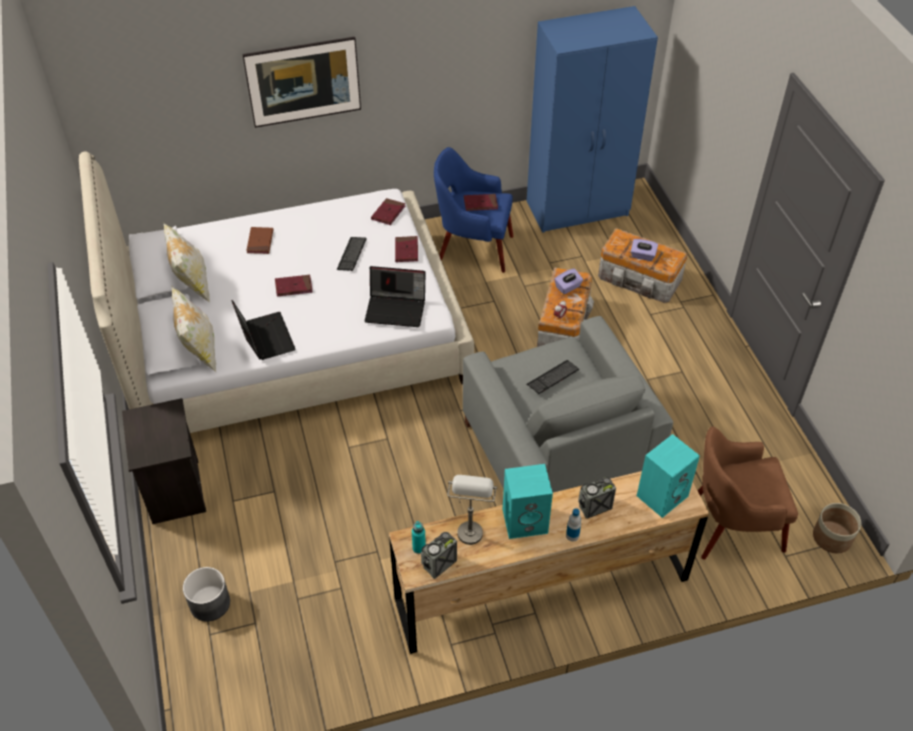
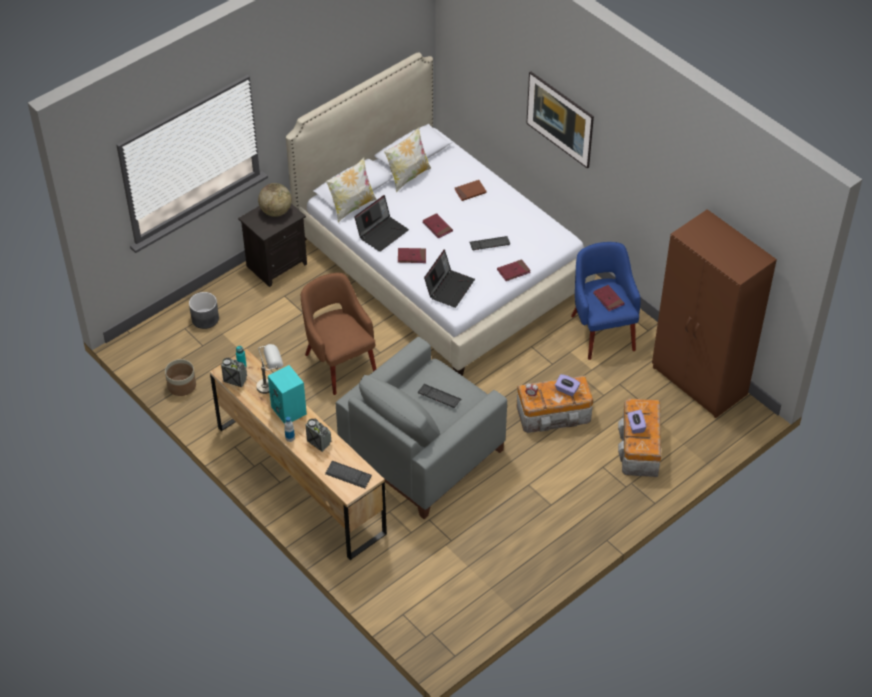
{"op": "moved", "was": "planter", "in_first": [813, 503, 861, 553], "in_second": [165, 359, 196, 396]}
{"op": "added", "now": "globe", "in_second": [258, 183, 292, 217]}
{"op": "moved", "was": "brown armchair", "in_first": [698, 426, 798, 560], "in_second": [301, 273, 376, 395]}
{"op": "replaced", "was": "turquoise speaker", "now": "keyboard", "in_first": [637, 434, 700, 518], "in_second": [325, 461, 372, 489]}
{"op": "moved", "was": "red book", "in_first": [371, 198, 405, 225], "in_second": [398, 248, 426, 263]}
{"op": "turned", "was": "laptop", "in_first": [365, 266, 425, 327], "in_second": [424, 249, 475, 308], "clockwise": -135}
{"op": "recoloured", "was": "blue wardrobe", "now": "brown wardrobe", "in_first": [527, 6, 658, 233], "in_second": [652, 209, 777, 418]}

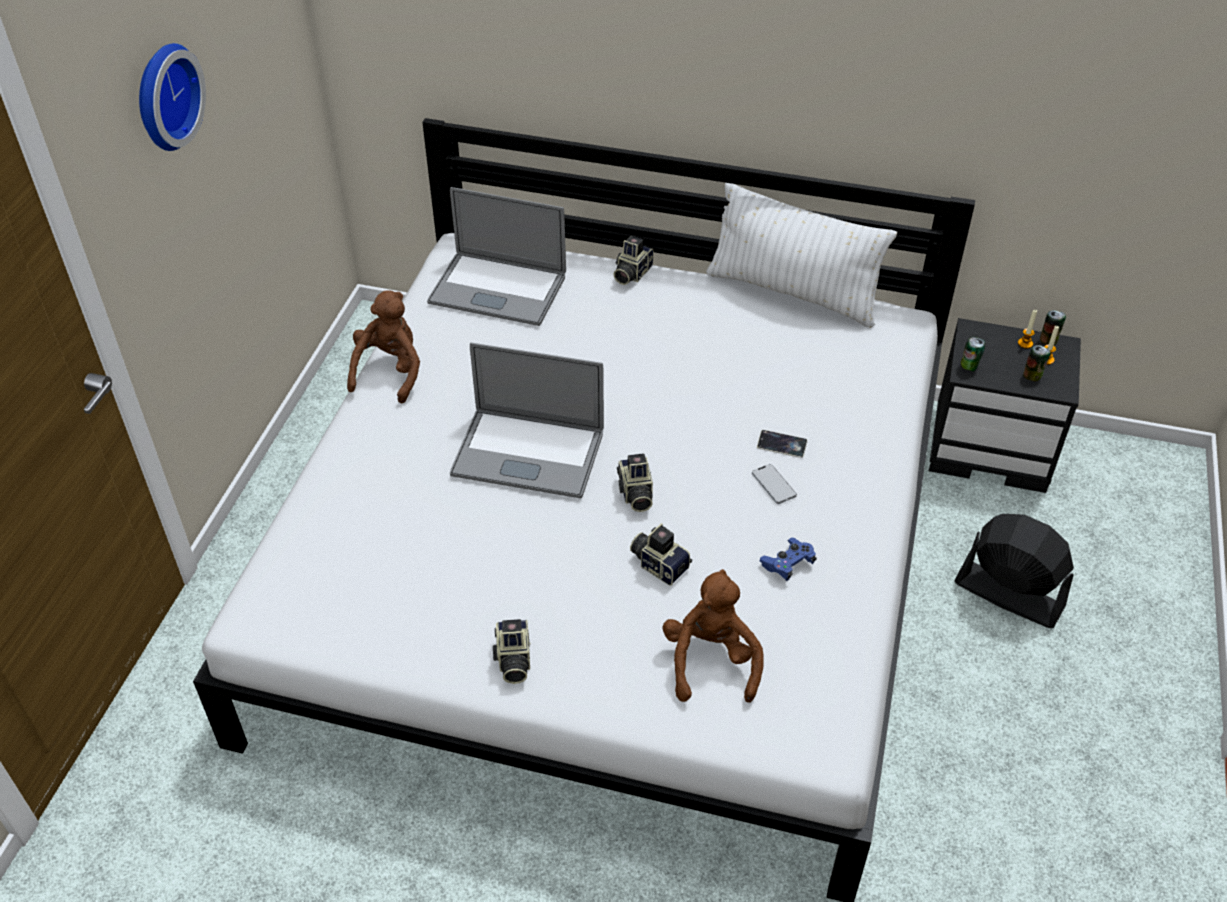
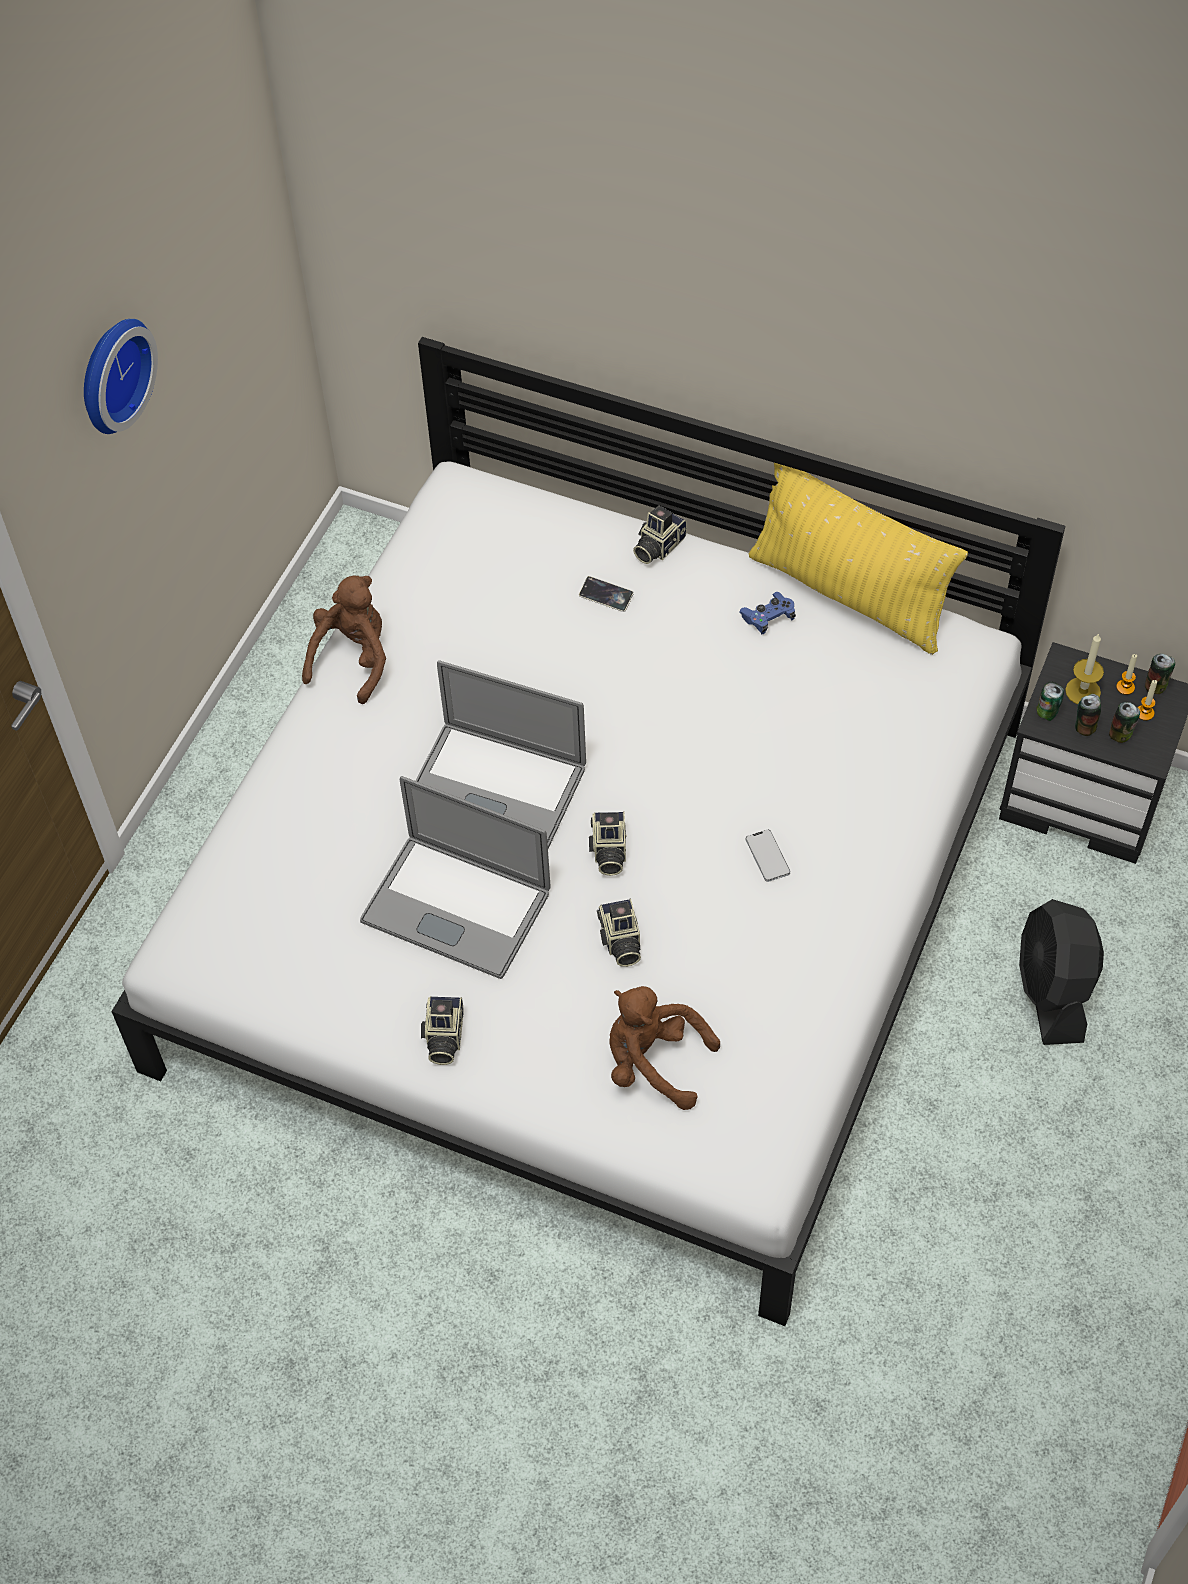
{"op": "moved", "was": "laptop", "in_first": [427, 187, 566, 326], "in_second": [360, 776, 551, 979]}
{"op": "moved", "was": "phone", "in_first": [757, 430, 808, 458], "in_second": [579, 576, 634, 612]}
{"op": "turned", "was": "photo camera", "in_first": [630, 523, 692, 586], "in_second": [597, 899, 641, 967], "clockwise": -150}
{"op": "turned", "was": "brown plush toy", "in_first": [662, 569, 764, 703], "in_second": [609, 986, 720, 1110], "clockwise": -75}
{"op": "moved", "was": "blue game controller", "in_first": [760, 538, 817, 581], "in_second": [739, 592, 796, 634]}
{"op": "recoloured", "was": "white pillow", "now": "yellow pillow", "in_first": [706, 183, 897, 328], "in_second": [749, 463, 968, 655]}
{"op": "turned", "was": "black fan", "in_first": [954, 514, 1074, 628], "in_second": [1019, 899, 1104, 1045], "clockwise": -135}
{"op": "added", "now": "candle", "in_second": [1065, 633, 1104, 704]}
{"op": "added", "now": "can", "in_second": [1075, 694, 1101, 736]}

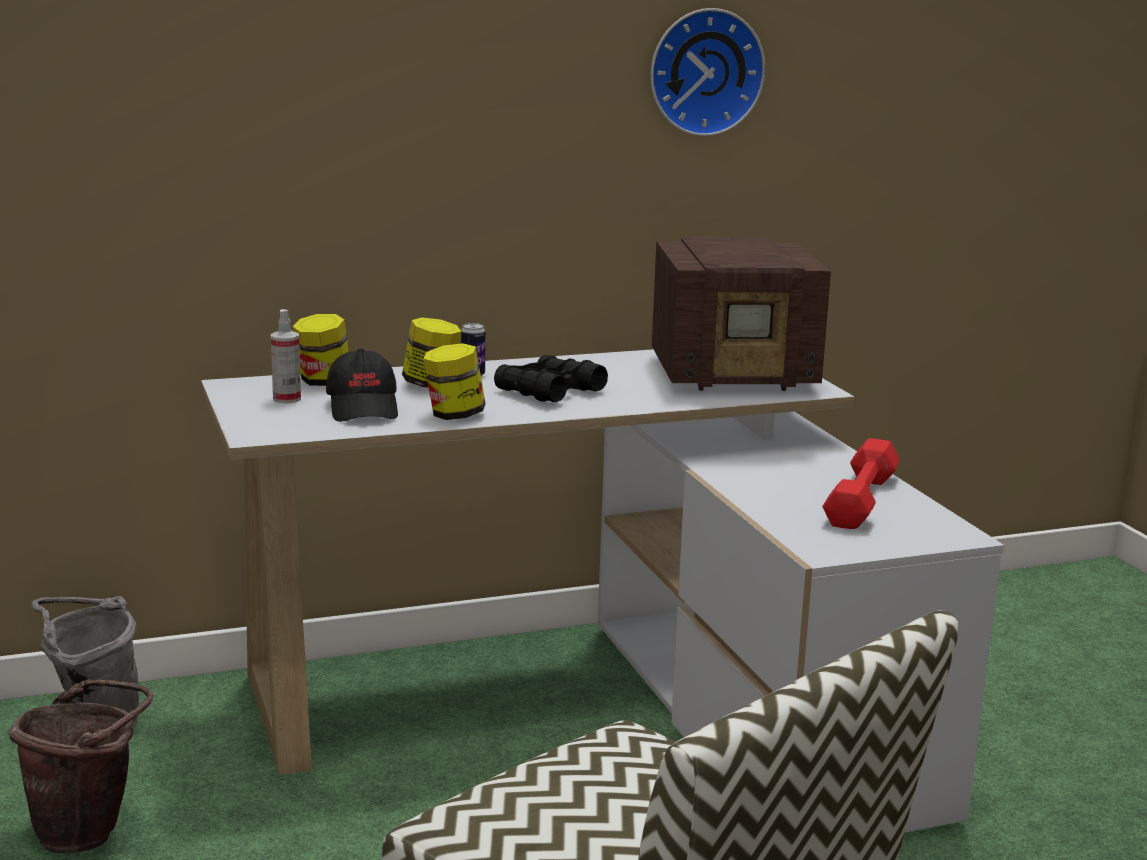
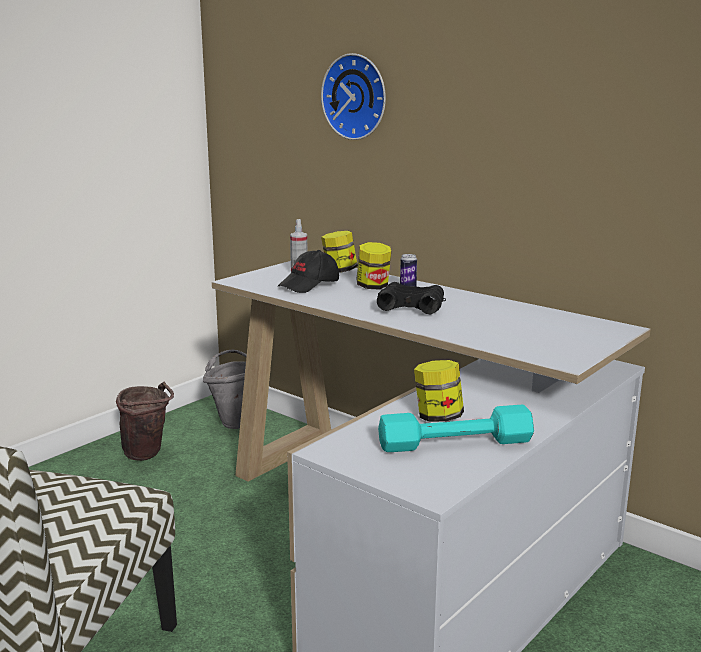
{"op": "moved", "was": "wall clock", "in_first": [650, 8, 766, 136], "in_second": [321, 53, 386, 140]}
{"op": "recoloured", "was": "red dumbbell", "now": "turquoise dumbbell", "in_first": [823, 438, 900, 529], "in_second": [378, 405, 534, 452]}
{"op": "moved", "was": "jar", "in_first": [423, 343, 486, 420], "in_second": [414, 360, 464, 422]}
{"op": "removed", "was": "radio", "in_first": [652, 236, 831, 391]}

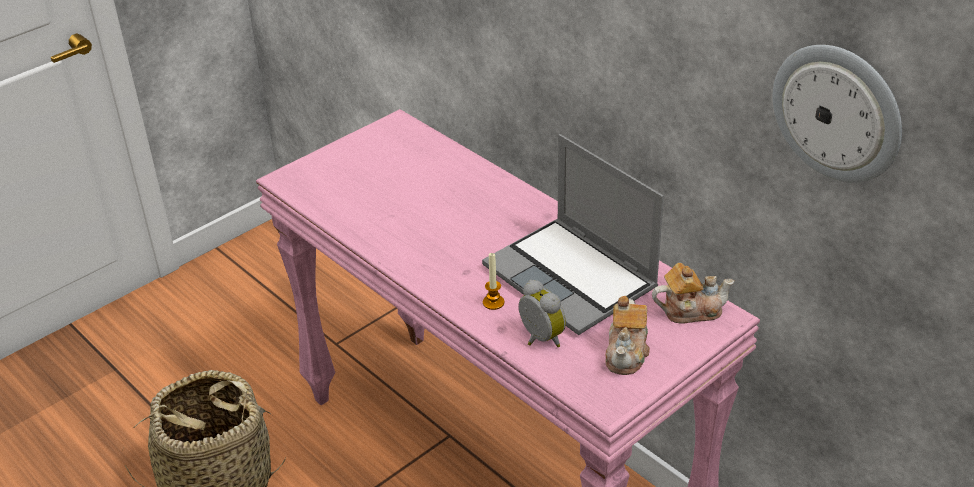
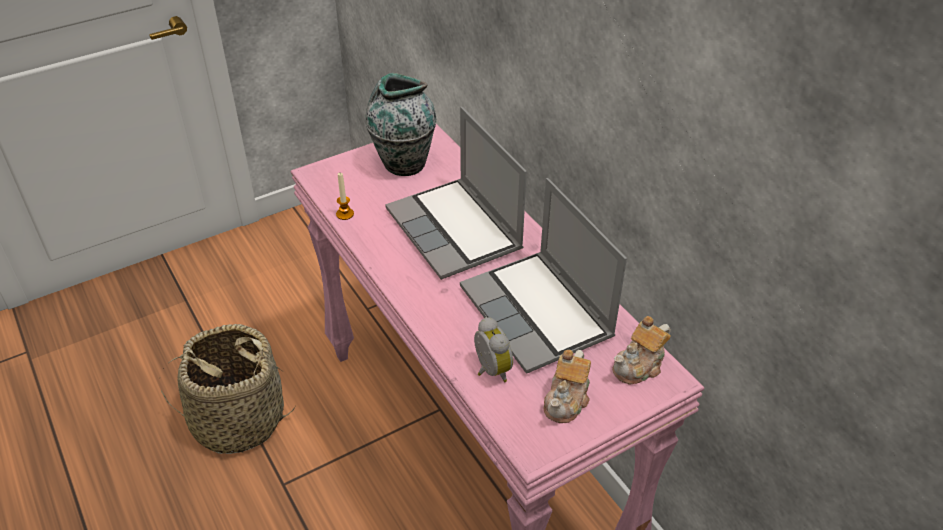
{"op": "moved", "was": "candle", "in_first": [483, 253, 504, 310], "in_second": [336, 173, 354, 220]}
{"op": "added", "now": "vase", "in_second": [366, 73, 437, 176]}
{"op": "added", "now": "laptop", "in_second": [385, 107, 527, 280]}
{"op": "turned", "was": "teapot", "in_first": [652, 263, 734, 324], "in_second": [612, 316, 671, 384], "clockwise": 135}
{"op": "removed", "was": "wall clock", "in_first": [773, 45, 902, 183]}

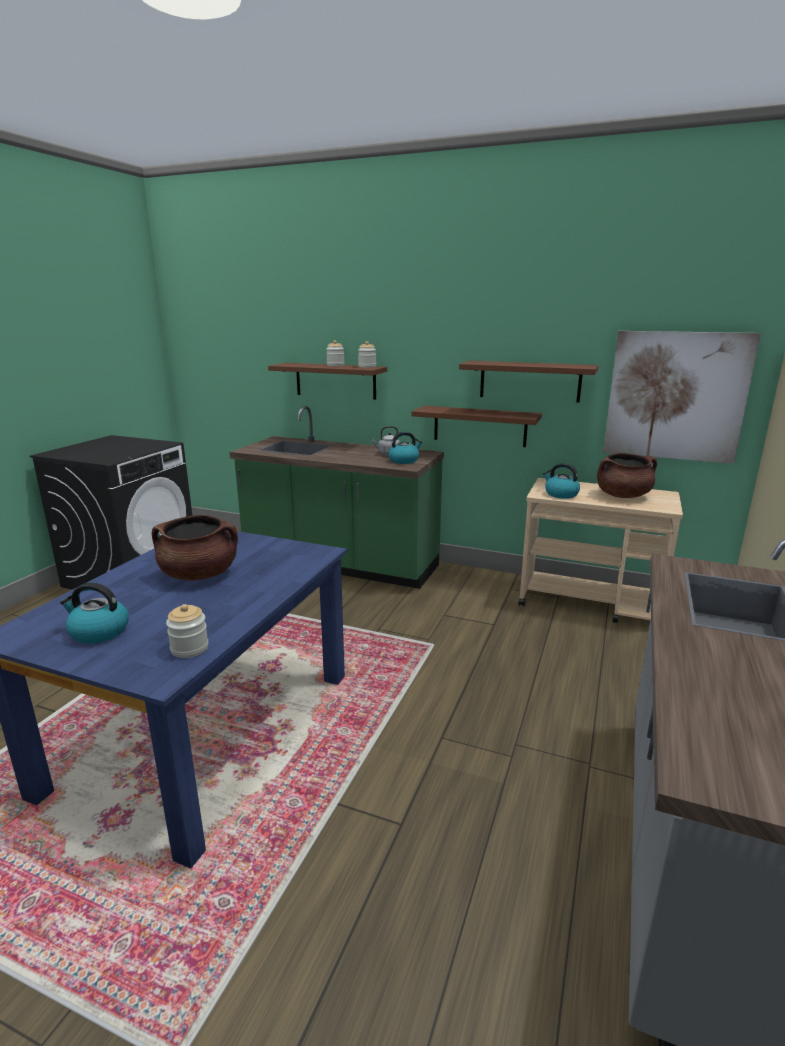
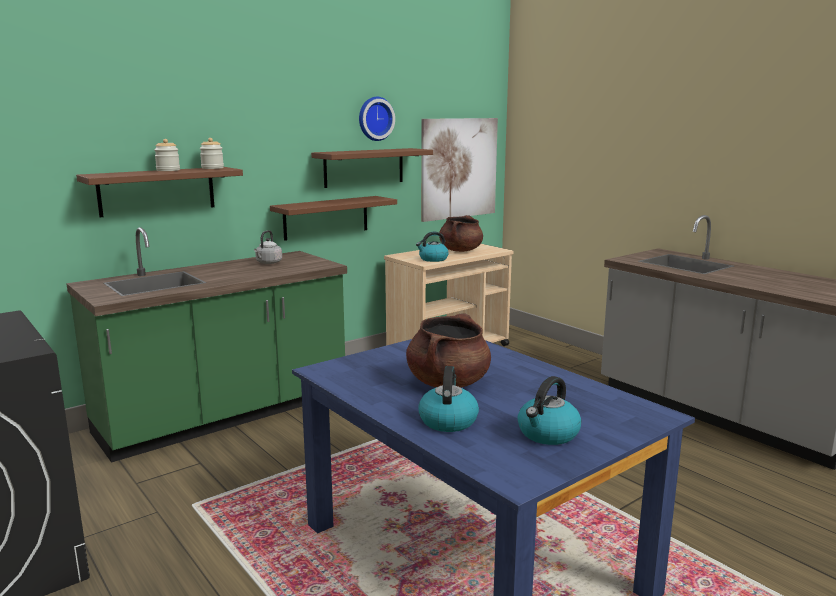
{"op": "added", "now": "wall clock", "in_second": [359, 97, 395, 141]}
{"op": "moved", "was": "kettle", "in_first": [388, 431, 422, 464], "in_second": [418, 366, 479, 432]}
{"op": "removed", "was": "jar", "in_first": [166, 604, 208, 658]}

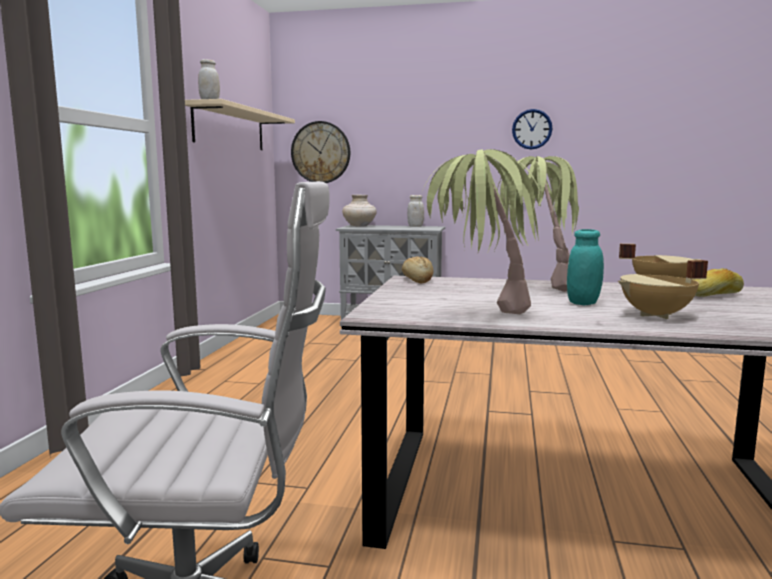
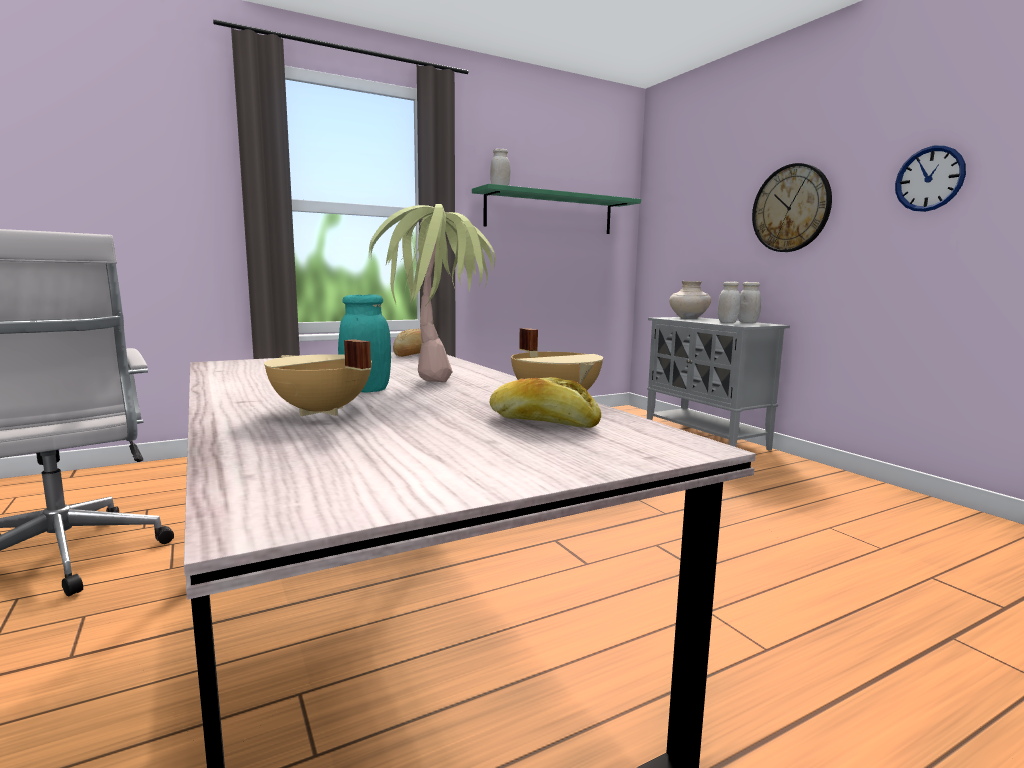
{"op": "recoloured", "was": "beige shelf", "now": "green shelf", "in_first": [185, 99, 295, 150], "in_second": [472, 184, 641, 234]}
{"op": "added", "now": "white jar", "in_second": [718, 282, 740, 323]}
{"op": "moved", "was": "wall clock", "in_first": [291, 121, 350, 183], "in_second": [752, 163, 832, 252]}
{"op": "removed", "was": "potted plant", "in_first": [419, 149, 540, 314]}

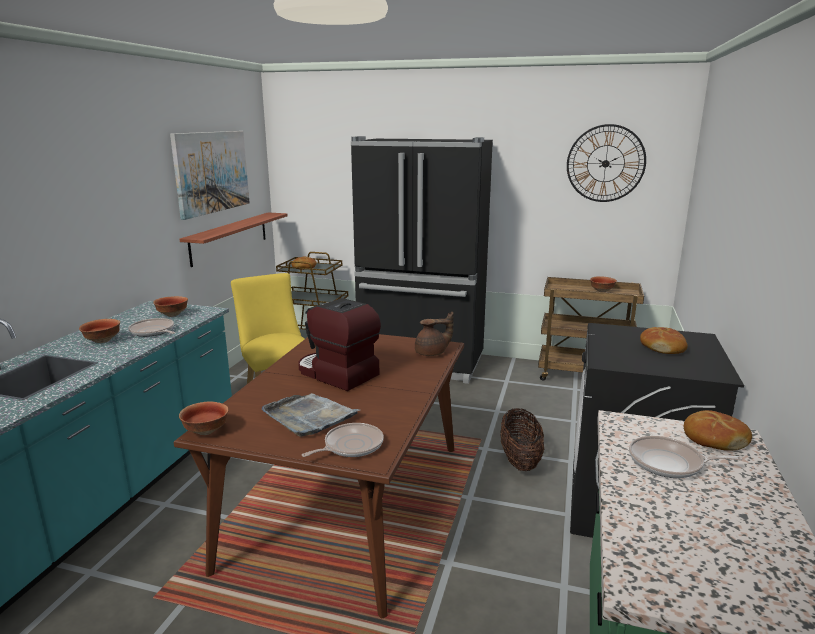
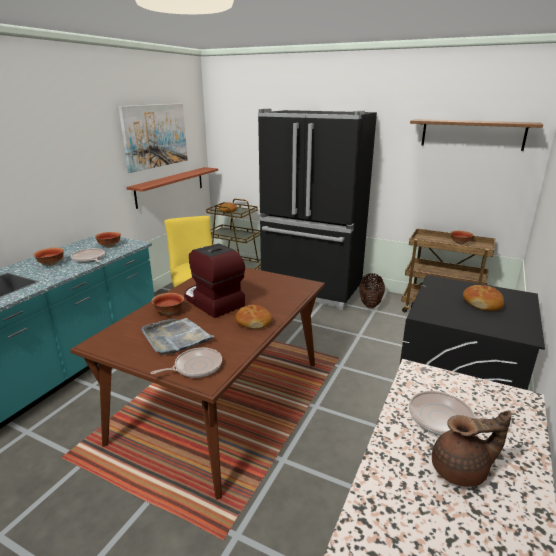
{"op": "moved", "was": "bowl", "in_first": [179, 401, 229, 435], "in_second": [151, 293, 184, 315]}
{"op": "moved", "was": "bread", "in_first": [684, 410, 752, 451], "in_second": [236, 305, 273, 329]}
{"op": "moved", "was": "basket", "in_first": [501, 408, 544, 471], "in_second": [359, 273, 385, 308]}
{"op": "replaced", "was": "wall clock", "now": "brown shelf", "in_first": [567, 124, 646, 202], "in_second": [410, 119, 543, 151]}
{"op": "moved", "was": "brown teapot", "in_first": [415, 311, 454, 356], "in_second": [432, 410, 512, 487]}

